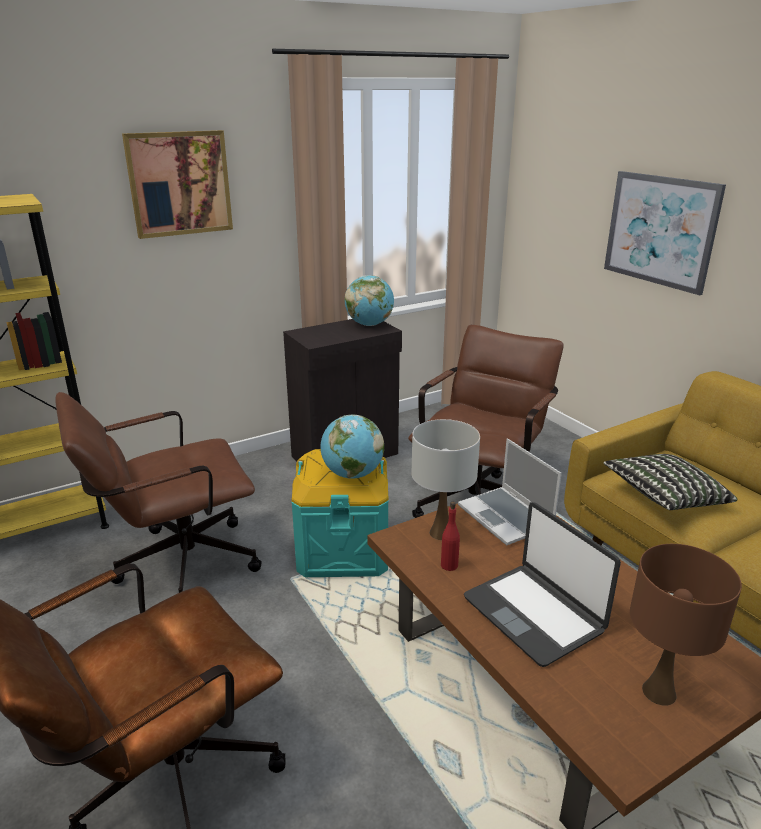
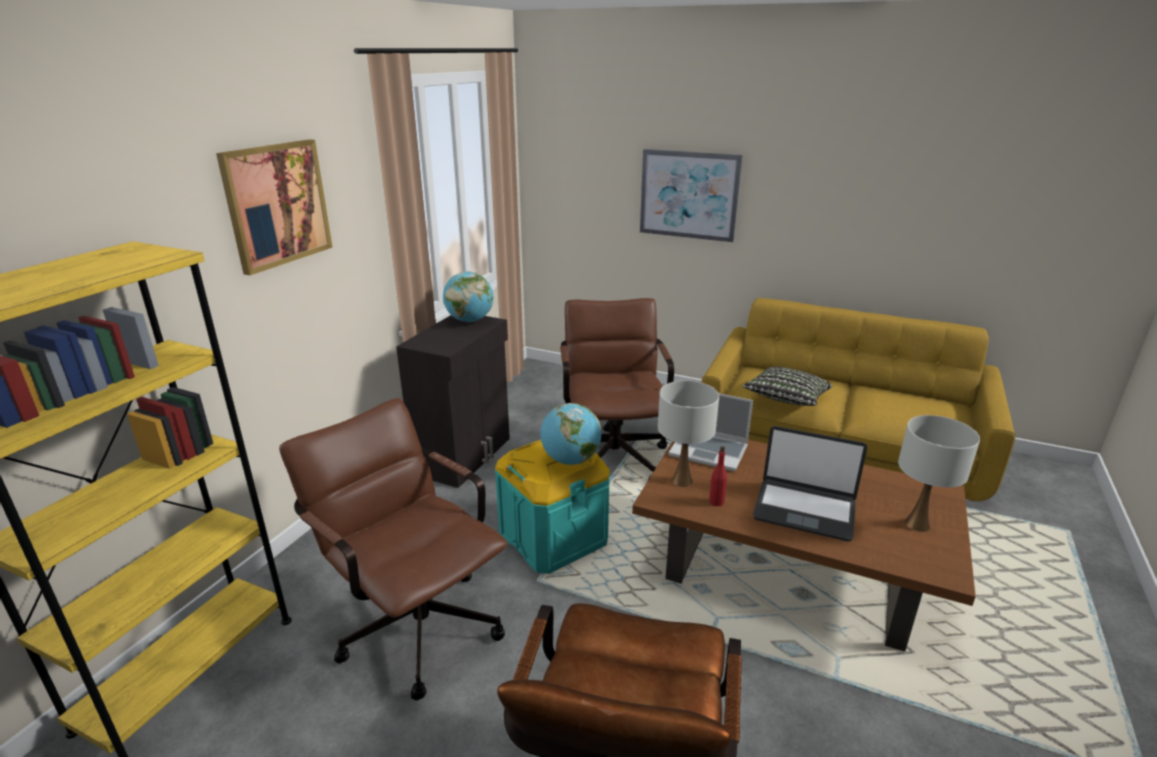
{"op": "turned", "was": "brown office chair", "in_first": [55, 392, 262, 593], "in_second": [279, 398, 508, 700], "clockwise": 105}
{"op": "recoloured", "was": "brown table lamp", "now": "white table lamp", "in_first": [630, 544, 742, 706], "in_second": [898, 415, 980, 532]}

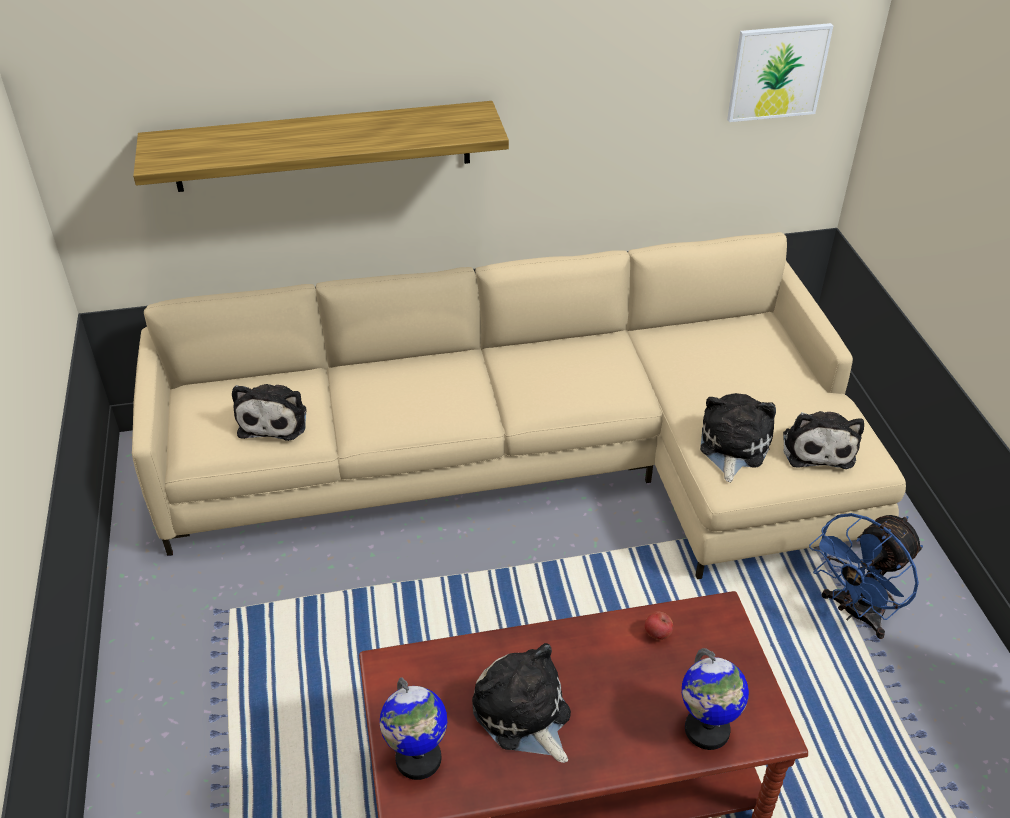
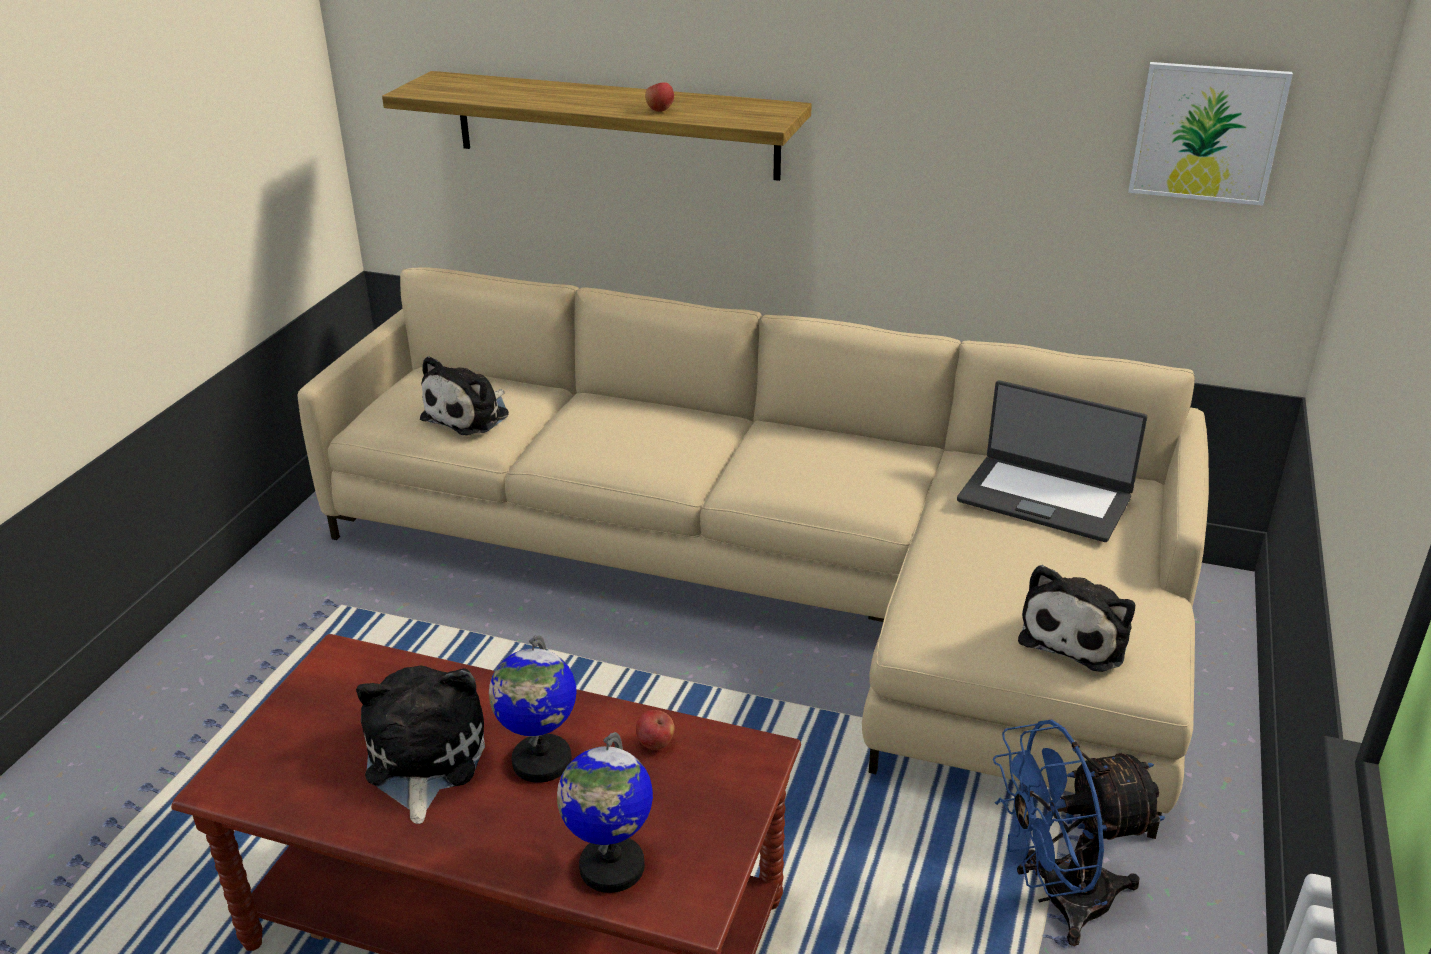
{"op": "moved", "was": "globe", "in_first": [380, 677, 447, 780], "in_second": [489, 635, 577, 783]}
{"op": "added", "now": "apple", "in_second": [645, 82, 674, 112]}
{"op": "added", "now": "laptop", "in_second": [957, 380, 1148, 542]}
{"op": "removed", "was": "plush toy", "in_first": [700, 393, 776, 482]}

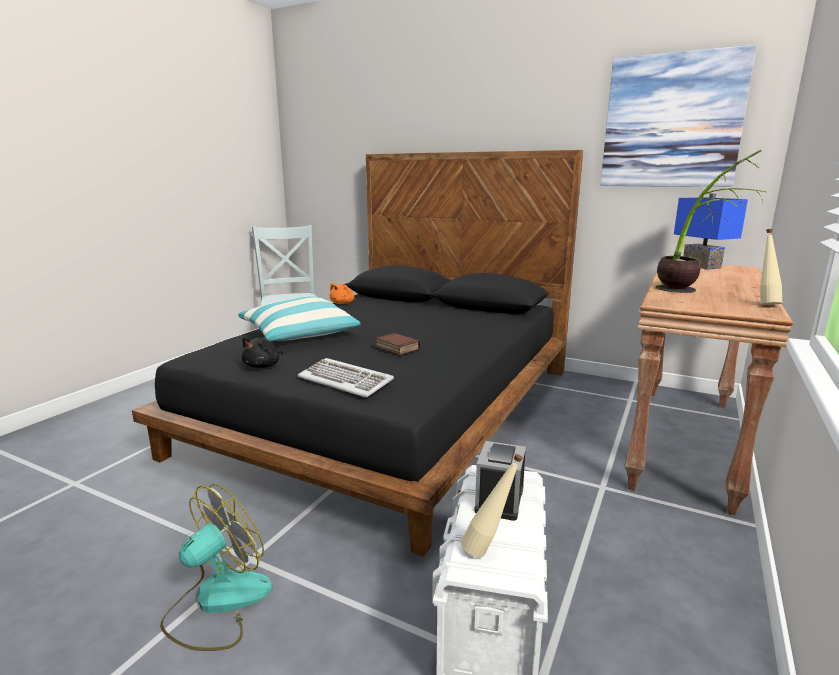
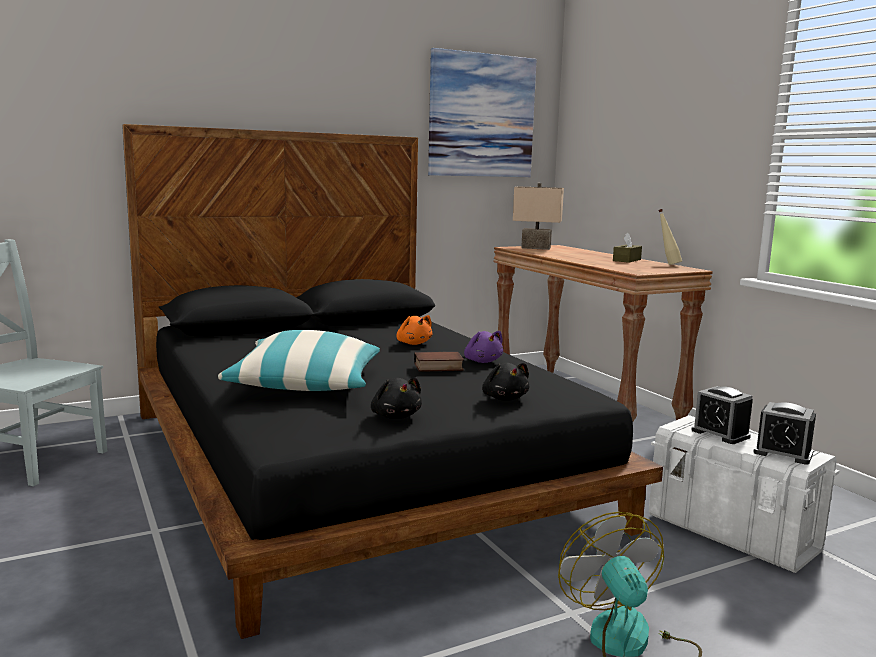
{"op": "moved", "was": "orange plush toy", "in_first": [329, 283, 355, 304], "in_second": [396, 315, 432, 345]}
{"op": "added", "now": "purple plush toy", "in_second": [464, 331, 503, 363]}
{"op": "replaced", "was": "keyboard", "now": "black plush toy", "in_first": [298, 358, 394, 397], "in_second": [482, 363, 529, 401]}
{"op": "recoloured", "was": "blue table lamp", "now": "beige table lamp", "in_first": [674, 193, 748, 270], "in_second": [513, 183, 564, 250]}
{"op": "added", "now": "brown tissue box", "in_second": [613, 233, 642, 263]}
{"op": "replaced", "was": "beige bottle", "now": "alarm clock", "in_first": [461, 454, 523, 557], "in_second": [753, 402, 816, 465]}
{"op": "removed", "was": "potted plant", "in_first": [656, 149, 765, 293]}

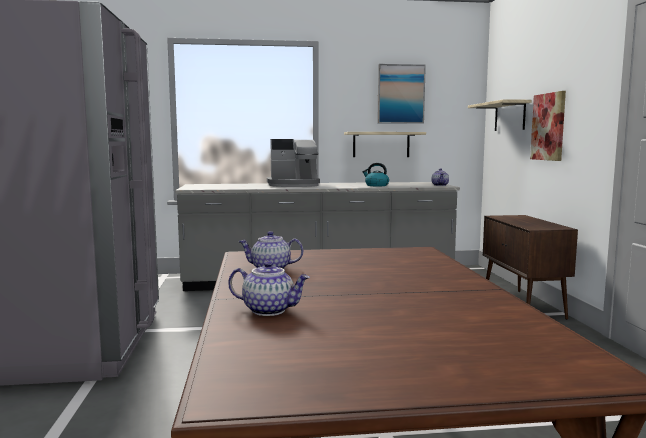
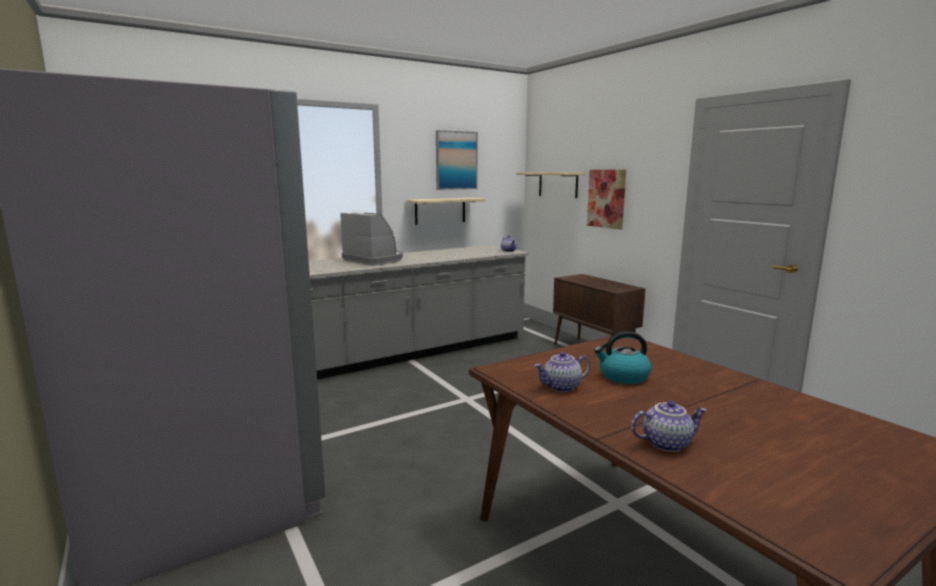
{"op": "turned", "was": "coffee machine", "in_first": [267, 139, 320, 187], "in_second": [340, 213, 403, 266], "clockwise": -105}
{"op": "moved", "was": "kettle", "in_first": [363, 163, 389, 186], "in_second": [594, 331, 651, 384]}

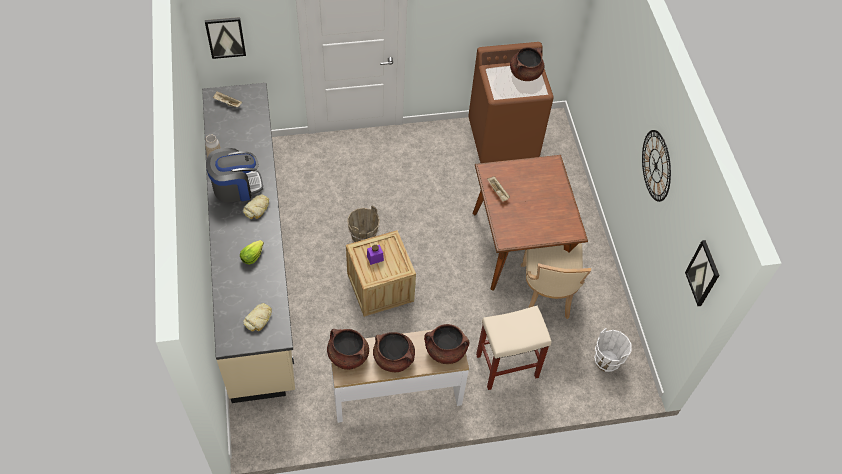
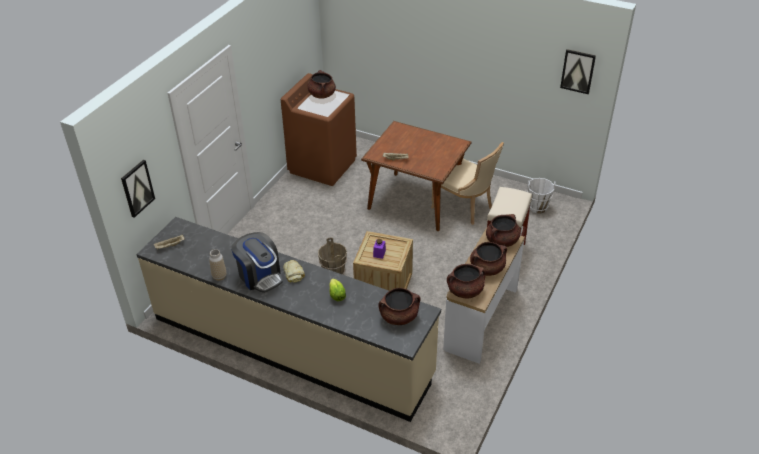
{"op": "turned", "was": "coffee machine", "in_first": [206, 148, 263, 203], "in_second": [231, 232, 282, 293], "clockwise": 120}
{"op": "replaced", "was": "bread", "now": "brown cooking pot", "in_first": [243, 303, 272, 332], "in_second": [378, 288, 421, 325]}
{"op": "removed", "was": "wall clock", "in_first": [642, 130, 671, 202]}

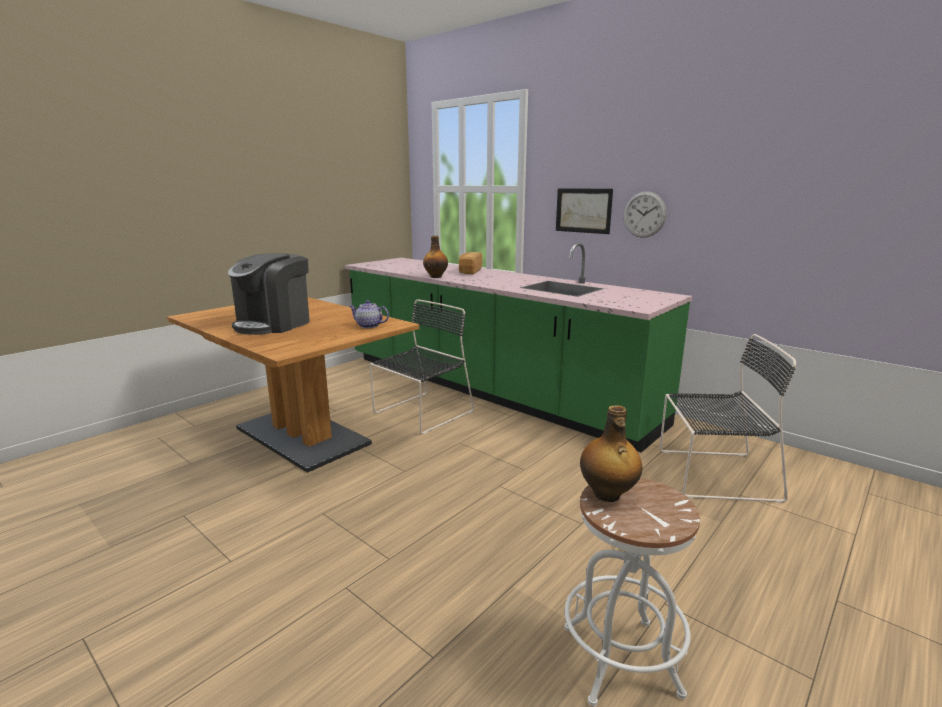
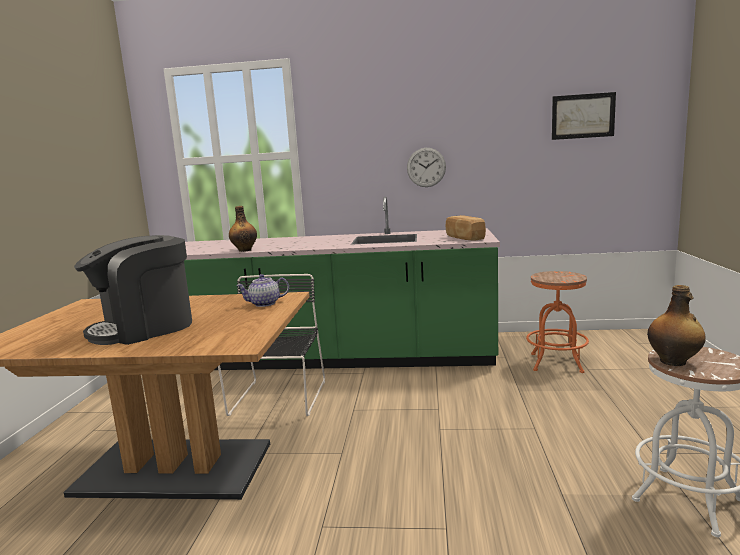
{"op": "turned", "was": "coffee machine", "in_first": [228, 253, 310, 335], "in_second": [74, 235, 192, 345], "clockwise": 60}
{"op": "moved", "was": "bread", "in_first": [459, 252, 482, 274], "in_second": [445, 215, 486, 240]}
{"op": "replaced", "was": "black chair", "now": "orange stool", "in_first": [659, 334, 796, 503], "in_second": [526, 271, 589, 373]}
{"op": "moved", "was": "picture", "in_first": [556, 188, 613, 234], "in_second": [552, 92, 616, 140]}

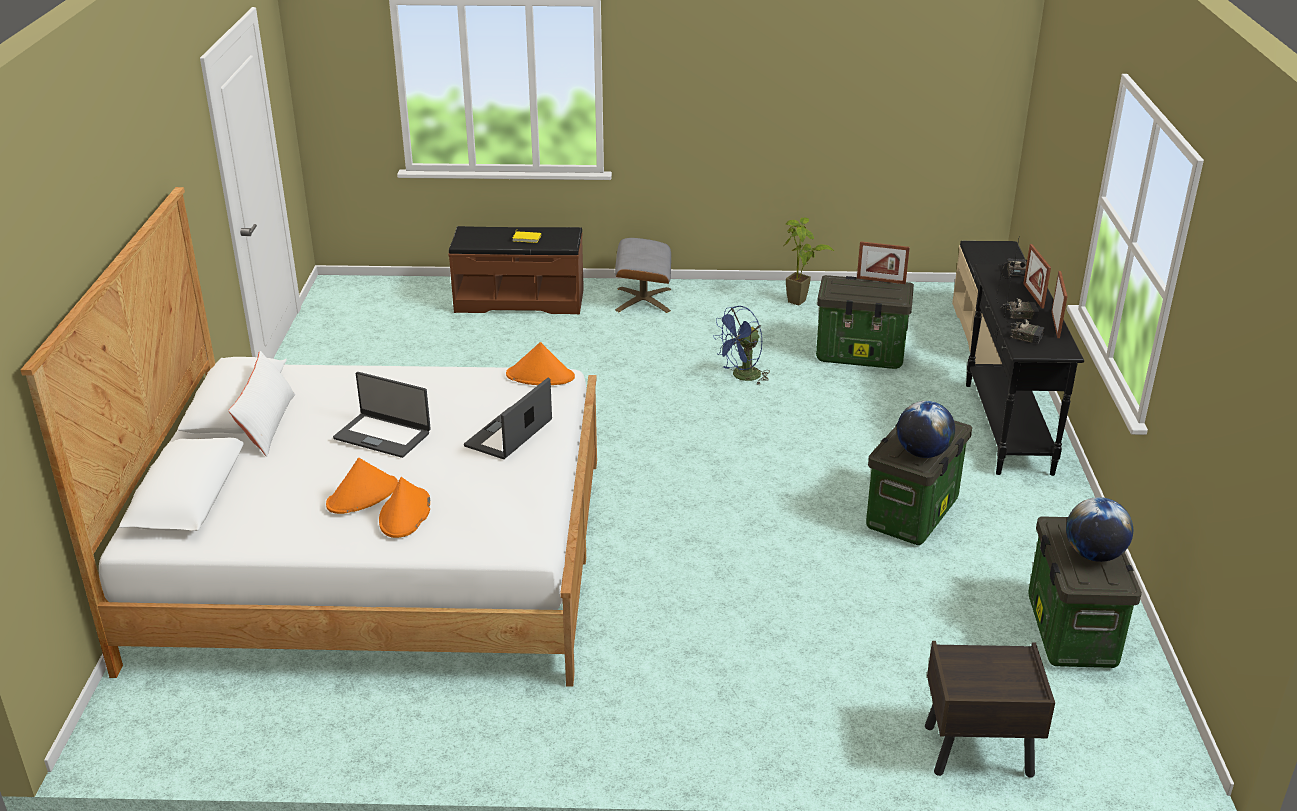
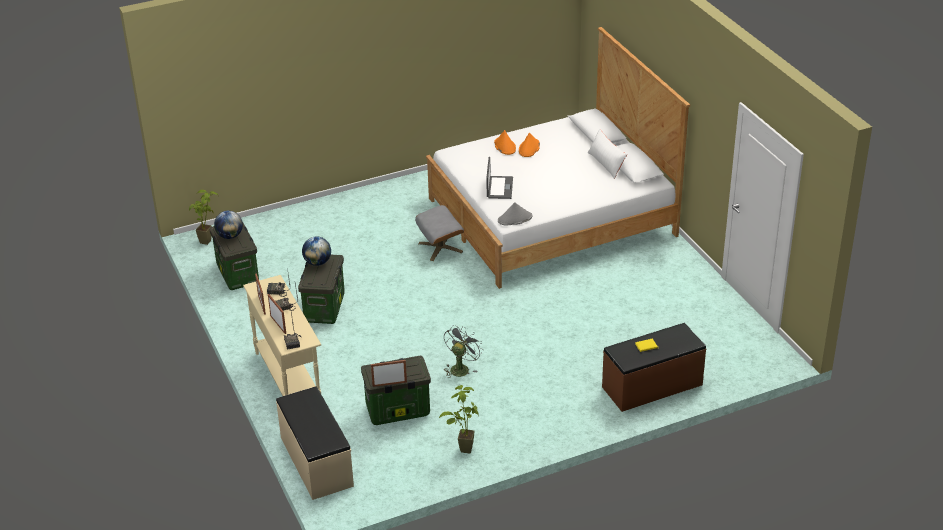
{"op": "added", "now": "potted plant", "in_second": [189, 190, 219, 245]}
{"op": "recoloured", "was": "black console table", "now": "beige console table", "in_first": [966, 264, 1084, 476], "in_second": [243, 275, 321, 396]}
{"op": "moved", "was": "grey ottoman", "in_first": [615, 238, 671, 313], "in_second": [415, 205, 464, 261]}
{"op": "recoloured", "was": "blue fan", "now": "grey fan", "in_first": [713, 306, 770, 386], "in_second": [444, 325, 483, 378]}
{"op": "recoloured", "was": "orange hat", "now": "grey hat", "in_first": [506, 342, 575, 385], "in_second": [498, 202, 533, 226]}
{"op": "removed", "was": "laptop", "in_first": [333, 372, 431, 458]}
{"op": "removed", "was": "brown nightstand", "in_first": [925, 641, 1055, 778]}

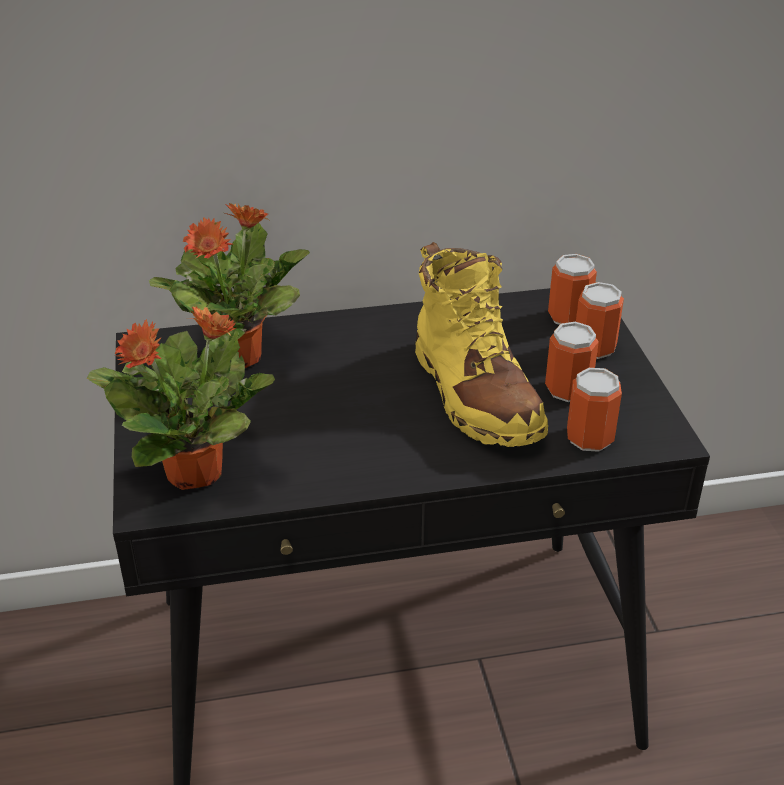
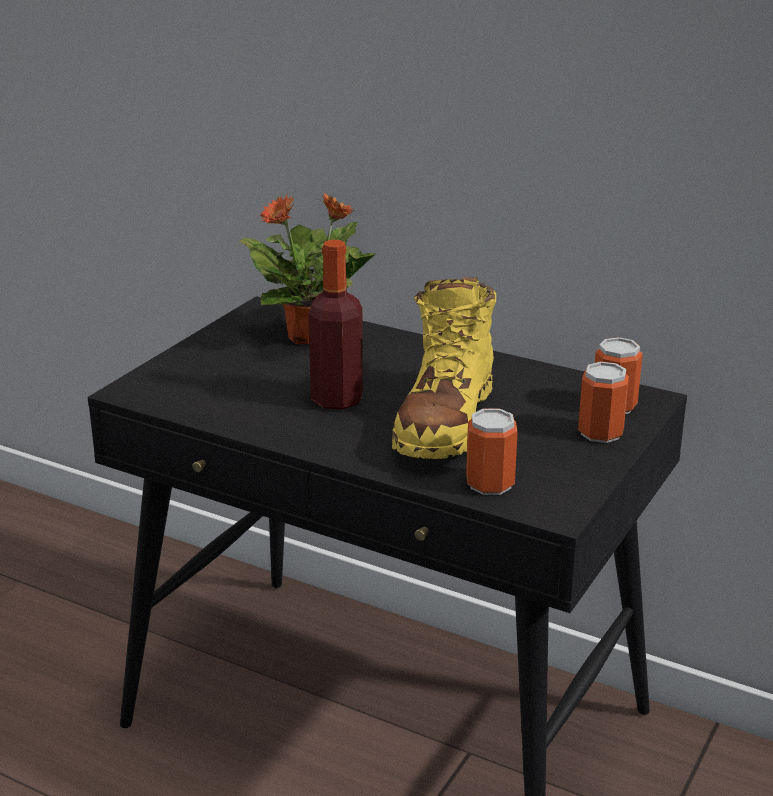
{"op": "added", "now": "bottle", "in_second": [308, 240, 363, 409]}
{"op": "removed", "was": "potted plant", "in_first": [87, 306, 275, 490]}
{"op": "removed", "was": "can", "in_first": [545, 322, 599, 402]}

